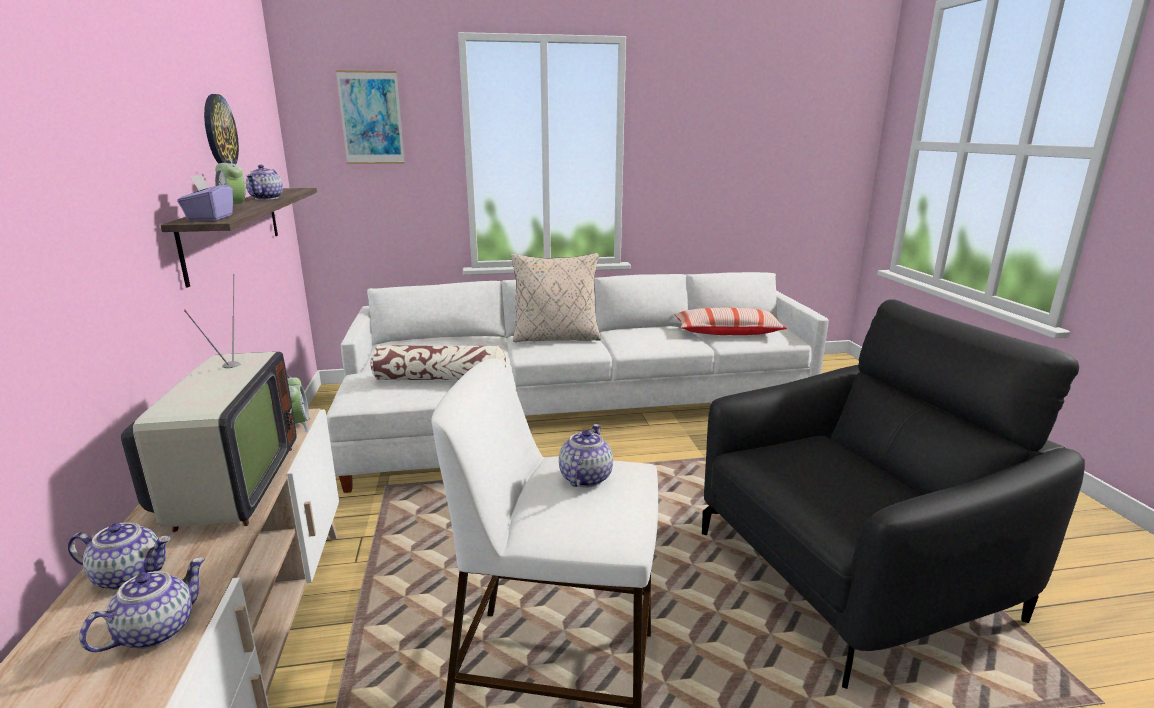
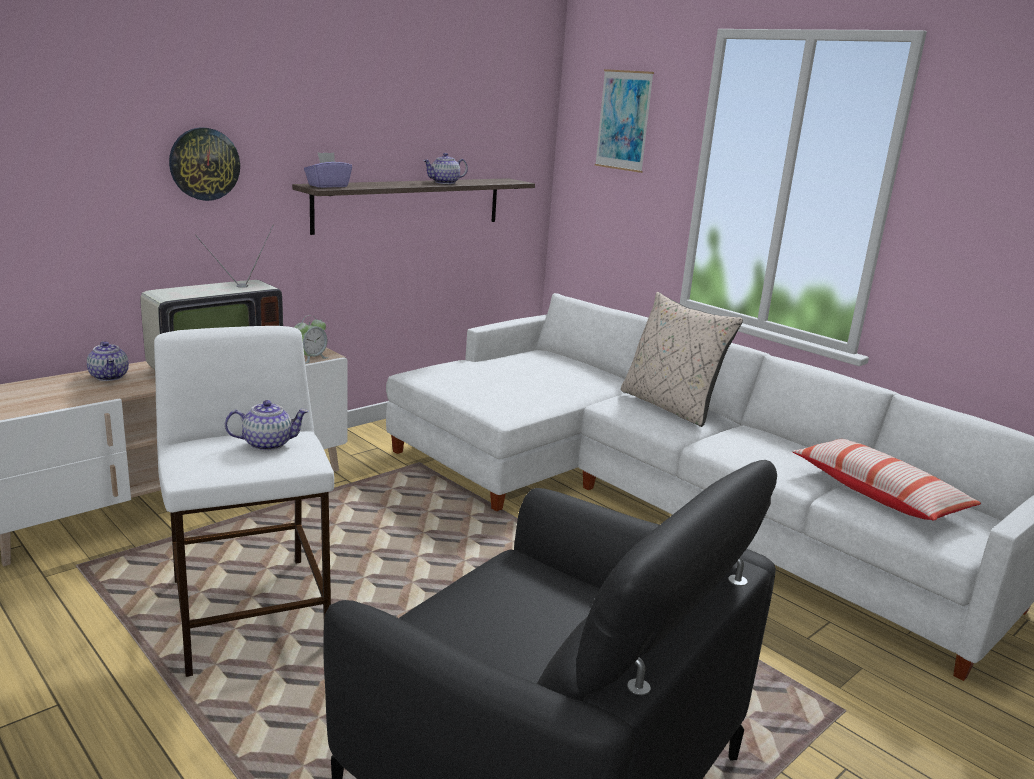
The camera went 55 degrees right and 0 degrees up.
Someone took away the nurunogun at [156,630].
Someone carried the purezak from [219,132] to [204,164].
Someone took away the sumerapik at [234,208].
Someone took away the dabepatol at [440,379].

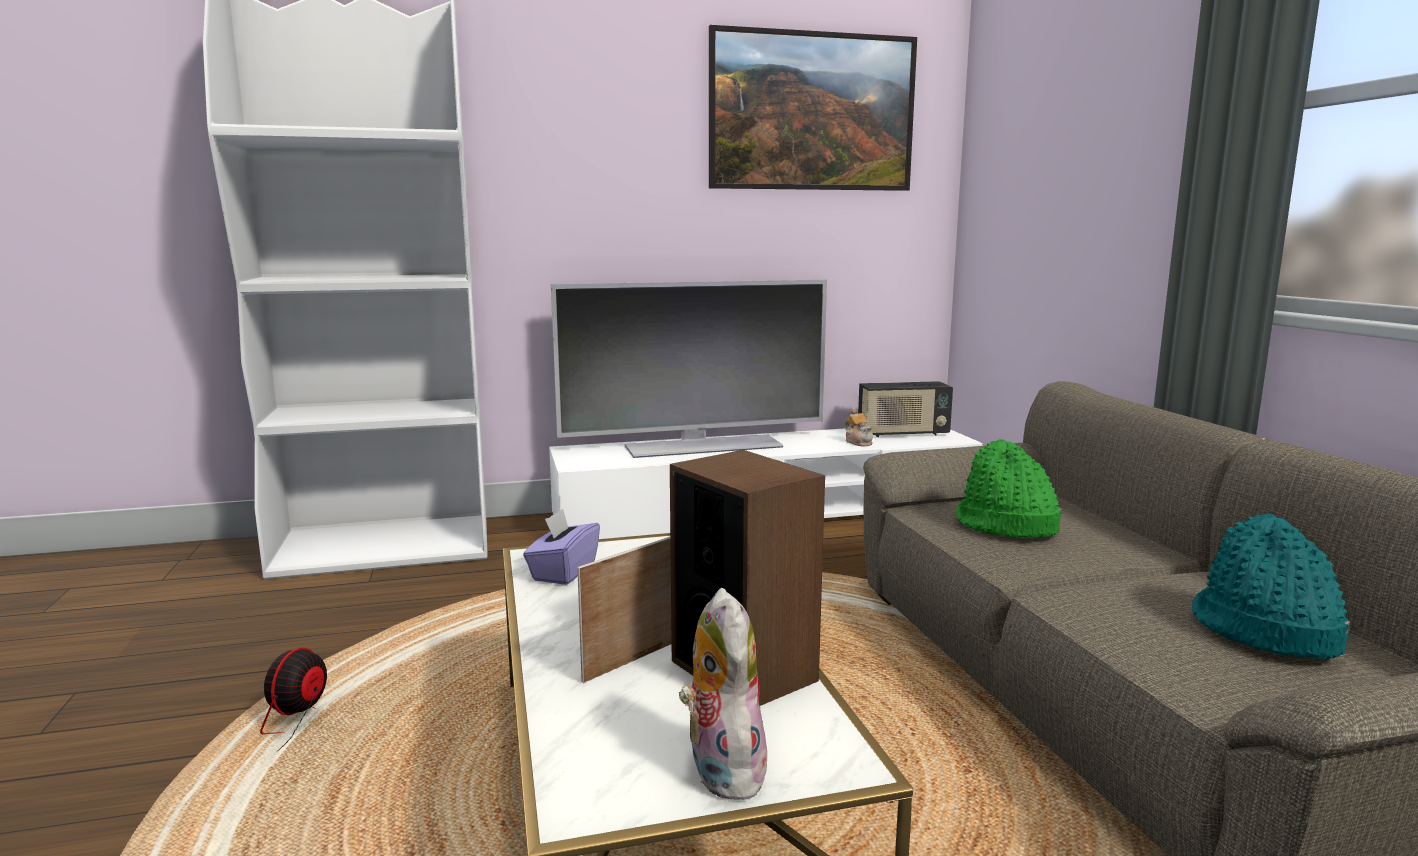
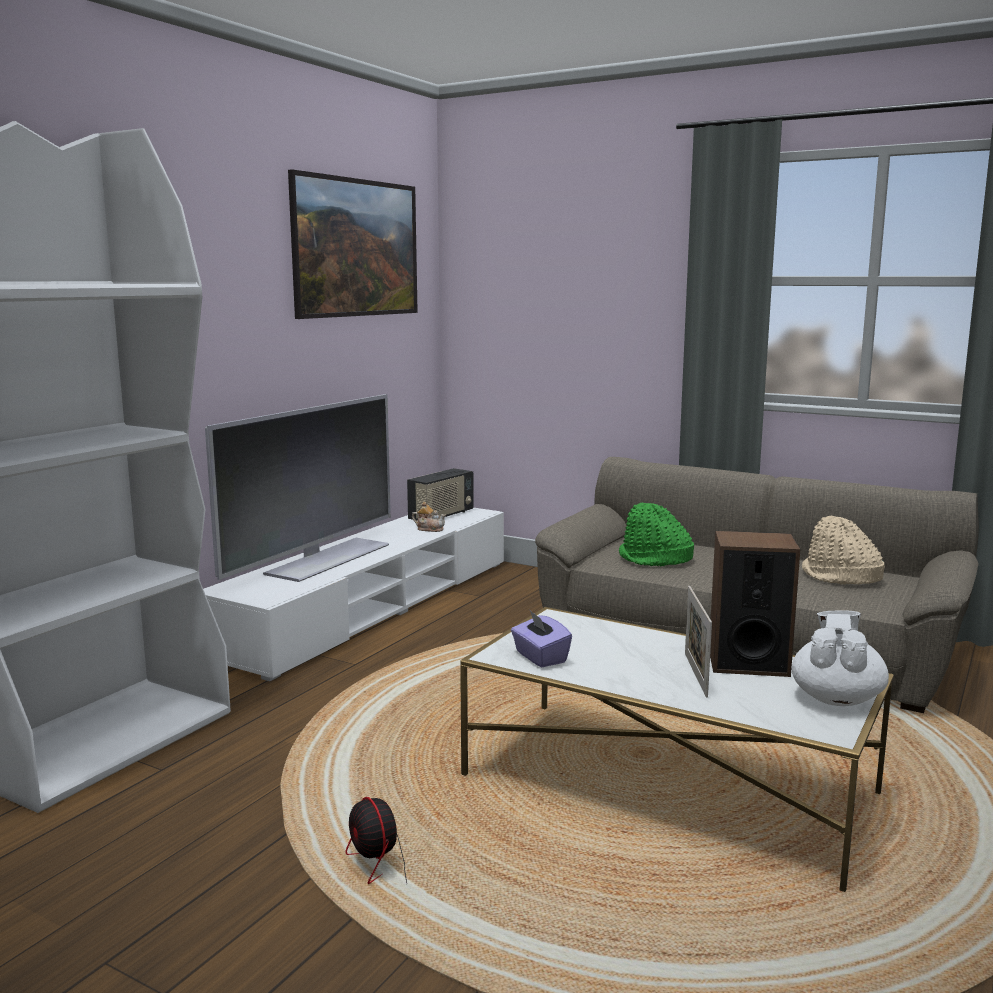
The camera went 45 degrees left and 0 degrees up.
Someone swapped the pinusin at [720,769] for the white nurunogun at [836,698].
Someone repainted the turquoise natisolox at [1262,631], which became the beige natisolox at [840,577].

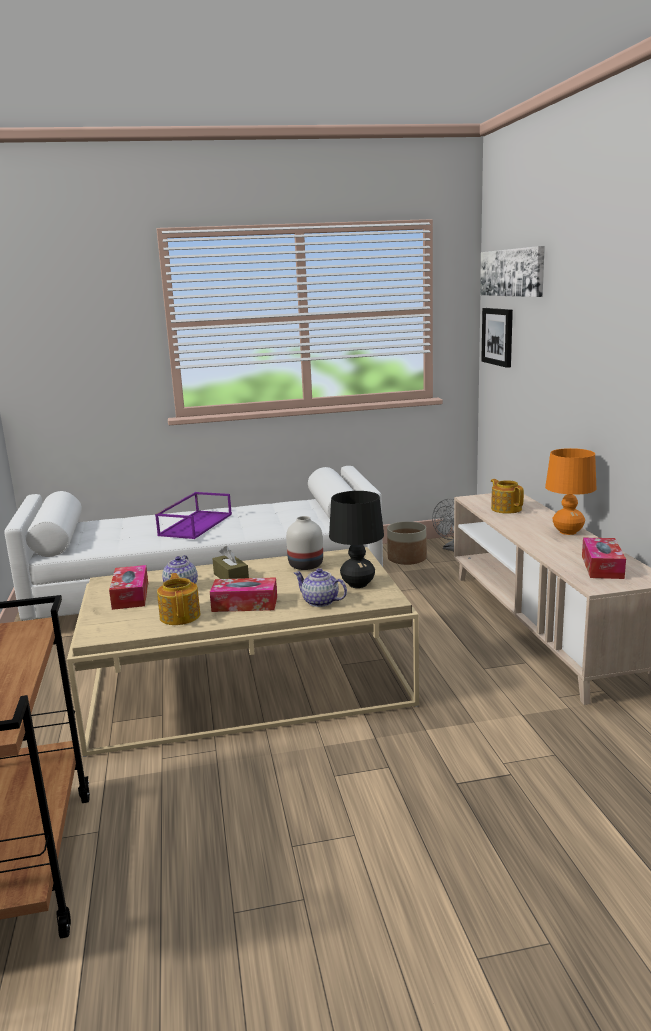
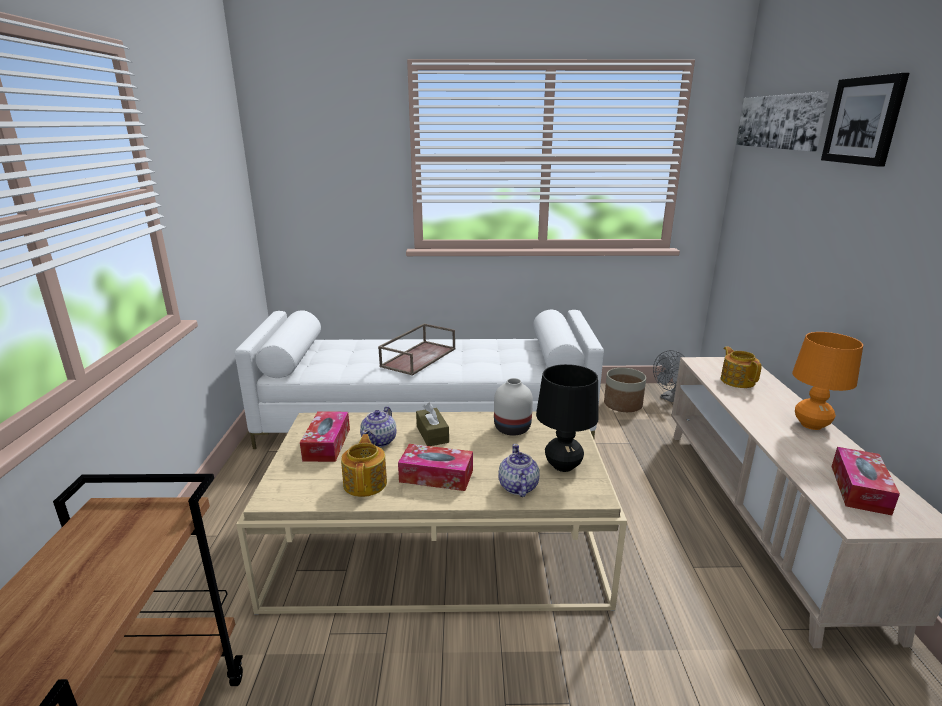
The camera went 10 degrees right and 5 degrees up.
Someone repainted the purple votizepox at [195,524], which became the brown votizepox at [418,357].
Someone rotated the nurunogun at [320,602] by 45 degrees clockwise.
Someone carried the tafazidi from [498,336] to [864,120].

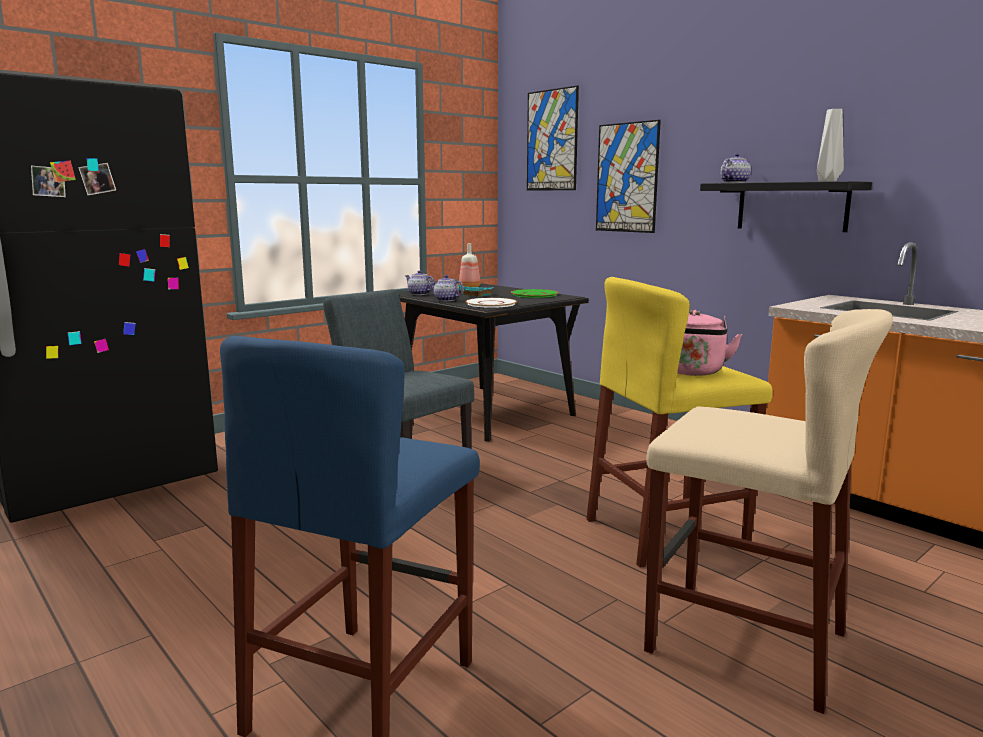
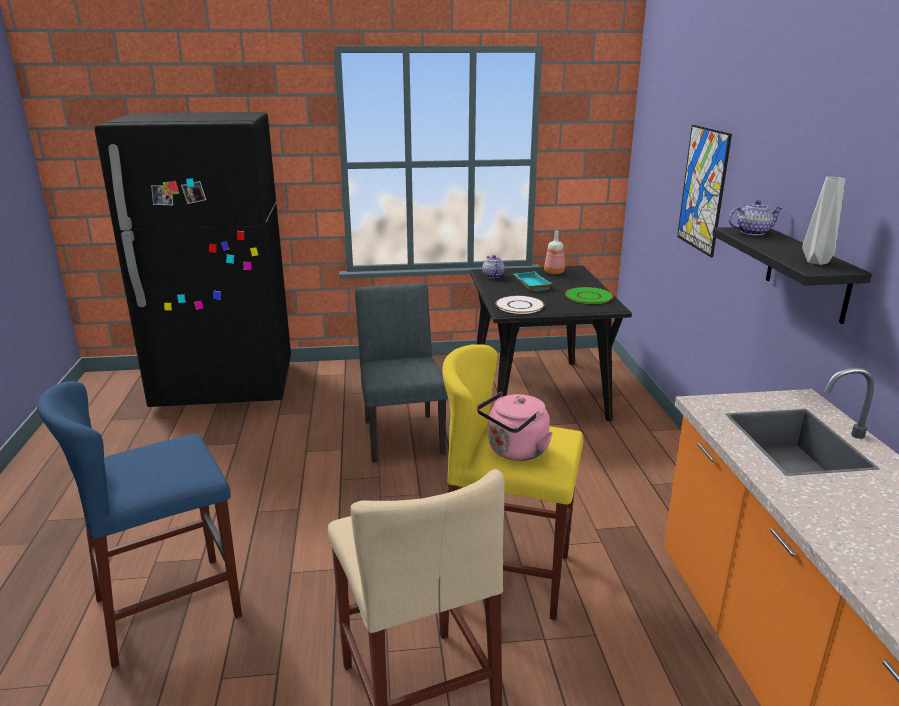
The camera went 35 degrees right and 10 degrees up.
Someone took away the nurunogun at [445,300].
Someone took away the tafazidi at [552,140].

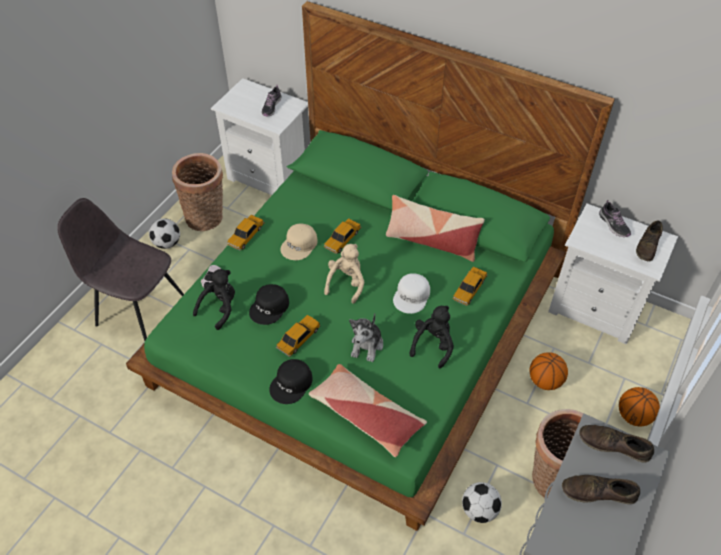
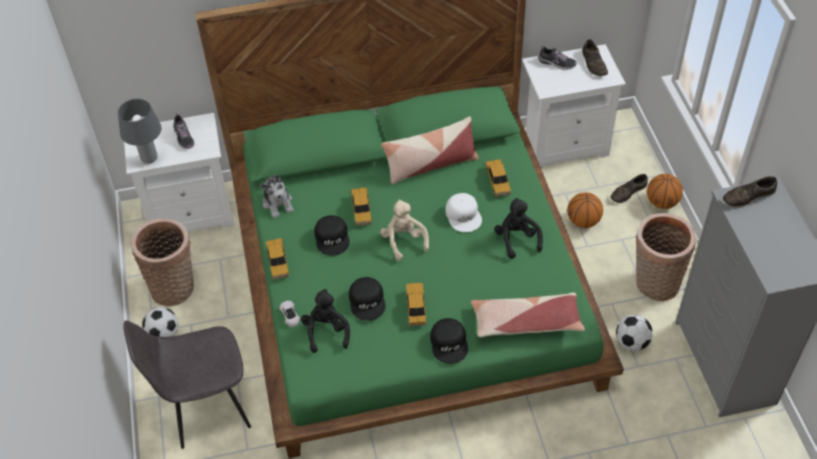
The camera went 40 degrees left and 0 degrees up.
Someone repainted the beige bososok at [299,245], which became the black bososok at [332,238].
Someone carried the pinusin from [367,345] to [278,203].
Someone carried the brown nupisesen from [598,492] to [628,192].
Someone put down the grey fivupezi at [149,158].

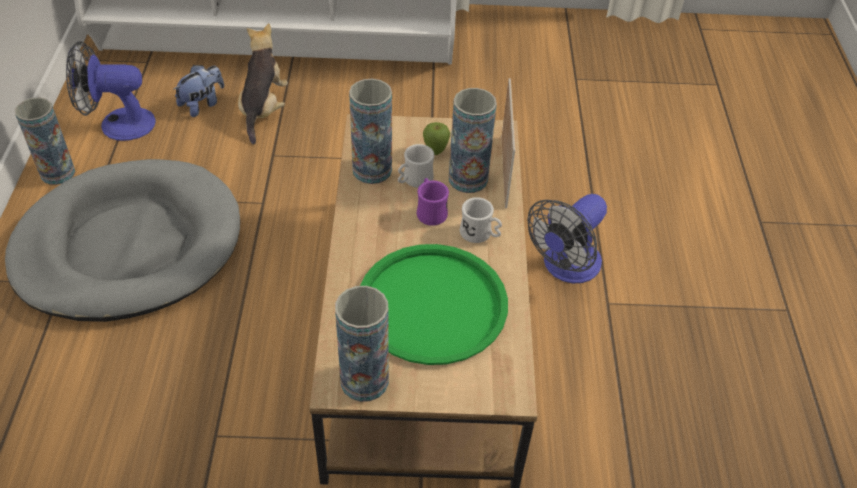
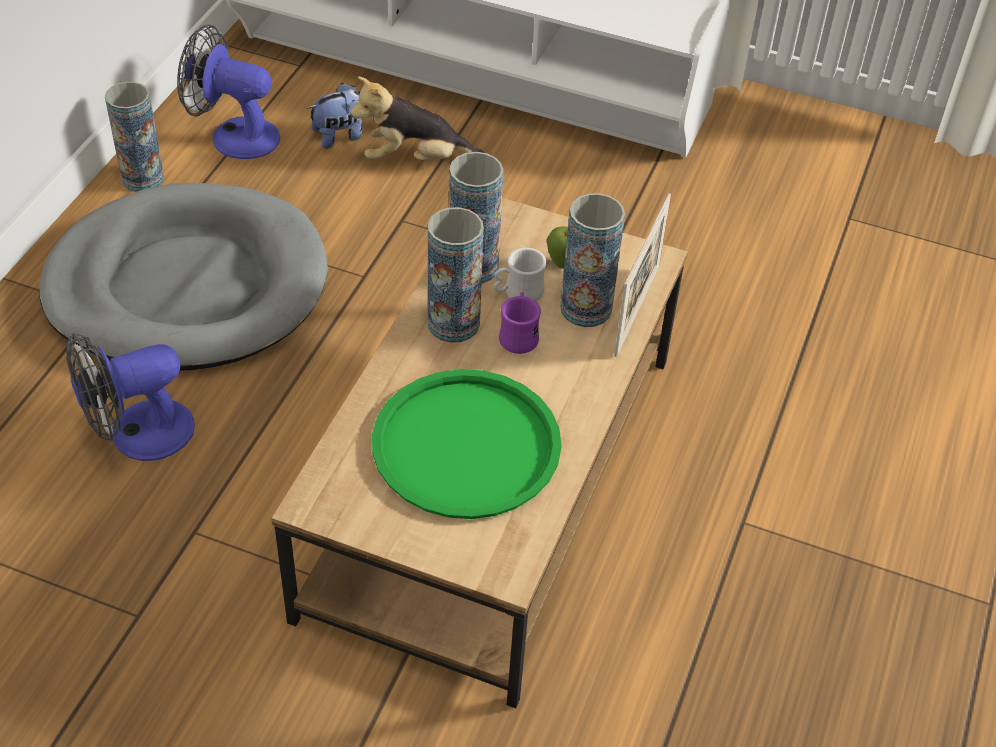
The camera went 20 degrees right and 0 degrees up.
Someone rotated the pinusin at [263,109] by 120 degrees counterclockwise.
Someone carried the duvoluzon from [364,381] to [453,323].
Someone took away the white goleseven at [480,234].
Someone carried the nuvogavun from [566,267] to [137,435].

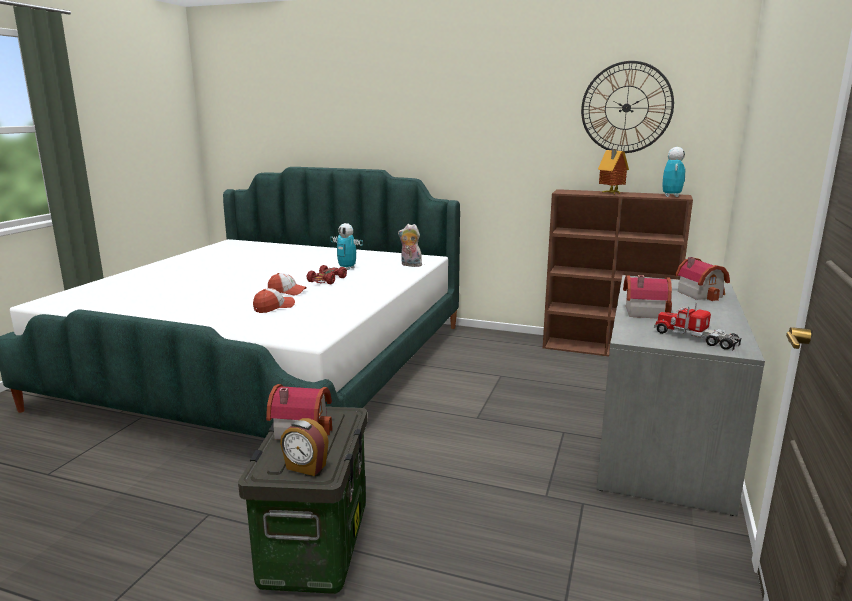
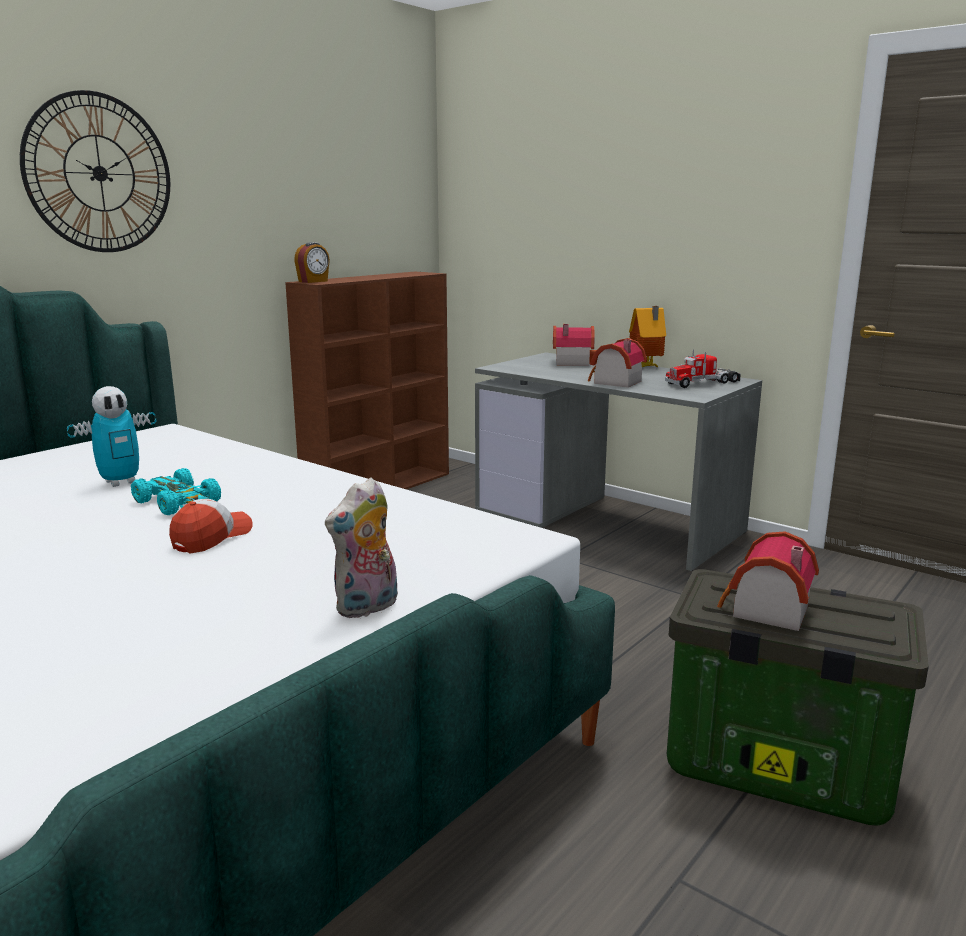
The camera went 70 degrees left and 0 degrees up.
Someone took away the bososok at [274,307].
Someone carried the sumerapik from [305,467] to [313,281].
Someone repainted the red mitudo at [327,280], which became the turquoise mitudo at [178,502].
Someone carried the pinusin from [410,265] to [368,608].
Someone carried the purezak from [626,107] to [99,173].
Someone carried the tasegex from [610,194] to [646,368].
Someone took away the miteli at [671,196].

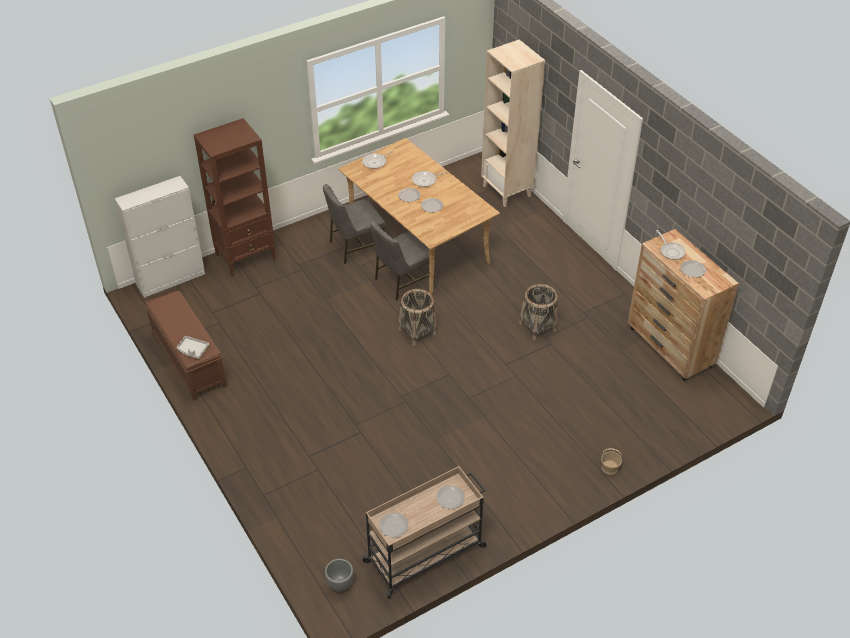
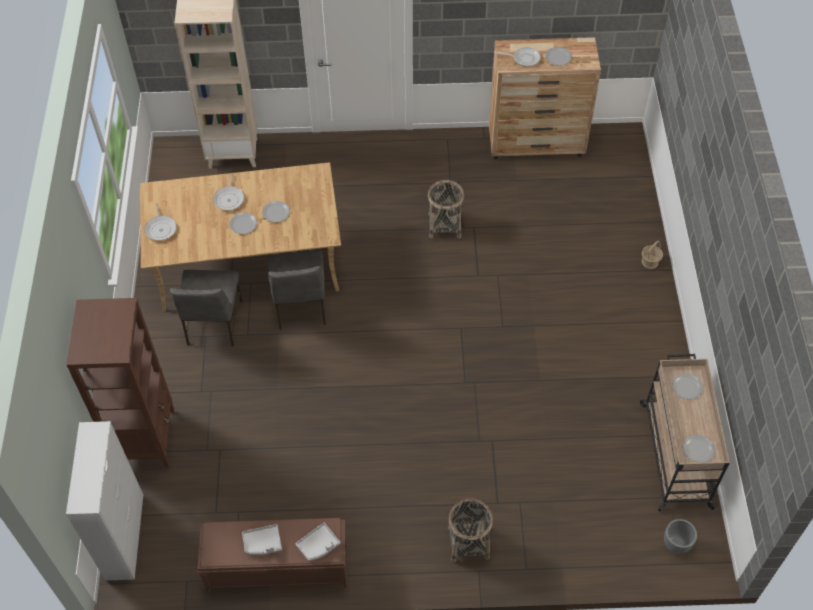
The camera went 60 degrees left and 10 degrees up.
Someone carried the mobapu from [417,331] to [468,542].
Someone put down the grey votizepox at [262,543].

